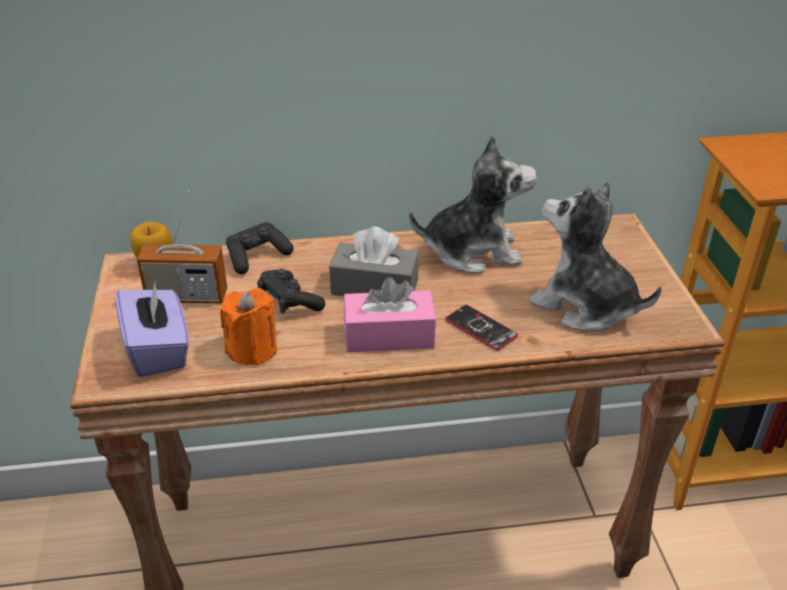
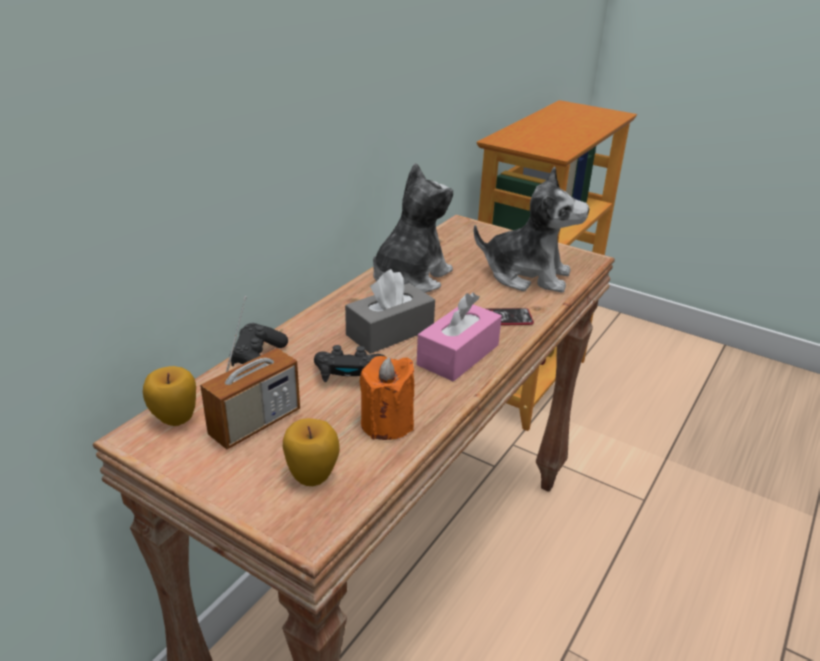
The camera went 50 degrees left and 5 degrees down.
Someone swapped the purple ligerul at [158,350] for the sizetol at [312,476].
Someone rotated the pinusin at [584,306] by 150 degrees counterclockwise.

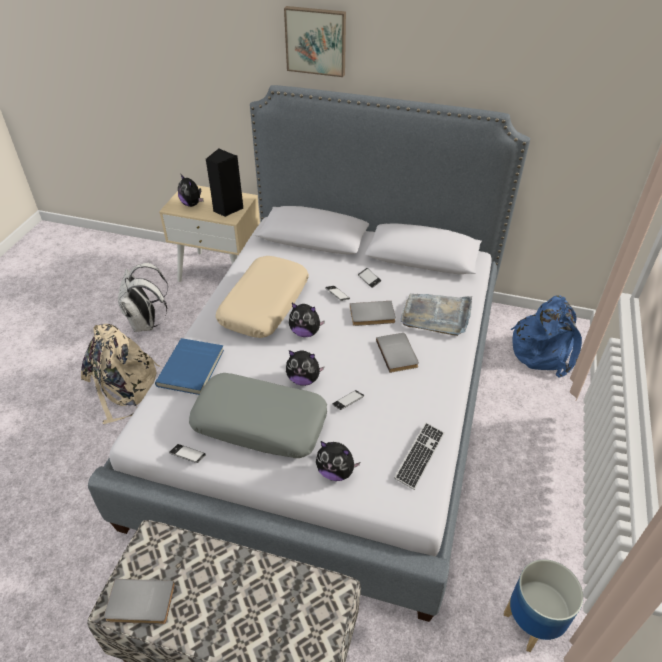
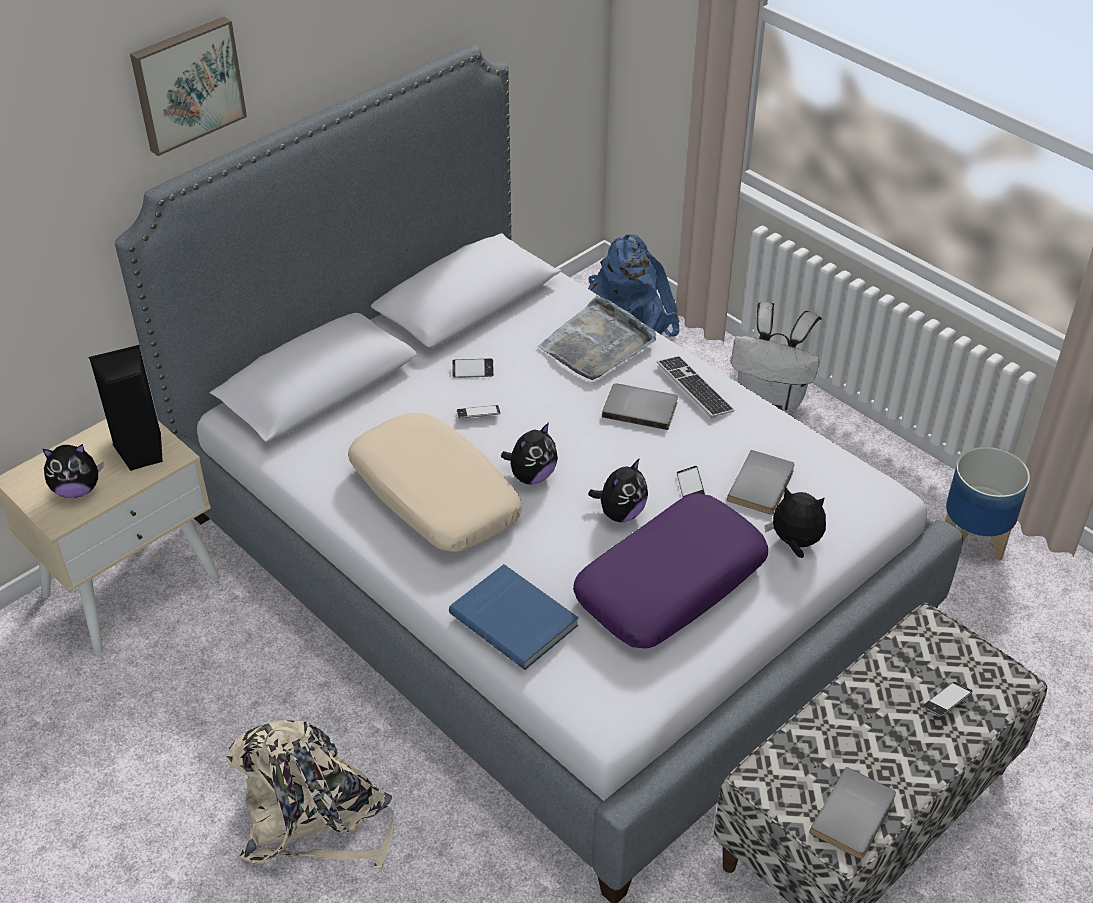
The camera went 60 degrees left and 0 degrees up.
Someone carried the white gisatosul from [147,323] to [772,402].
Someone carried the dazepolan from [188,455] to [946,702].
Someone repainted the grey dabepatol at [260,423], which became the purple dabepatol at [670,583].
Someone rotated the pinusin at [336,472] by 120 degrees counterclockwise.
Someone carried the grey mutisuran from [372,315] to [763,485].
Someone carried the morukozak from [419,456] to [694,388].

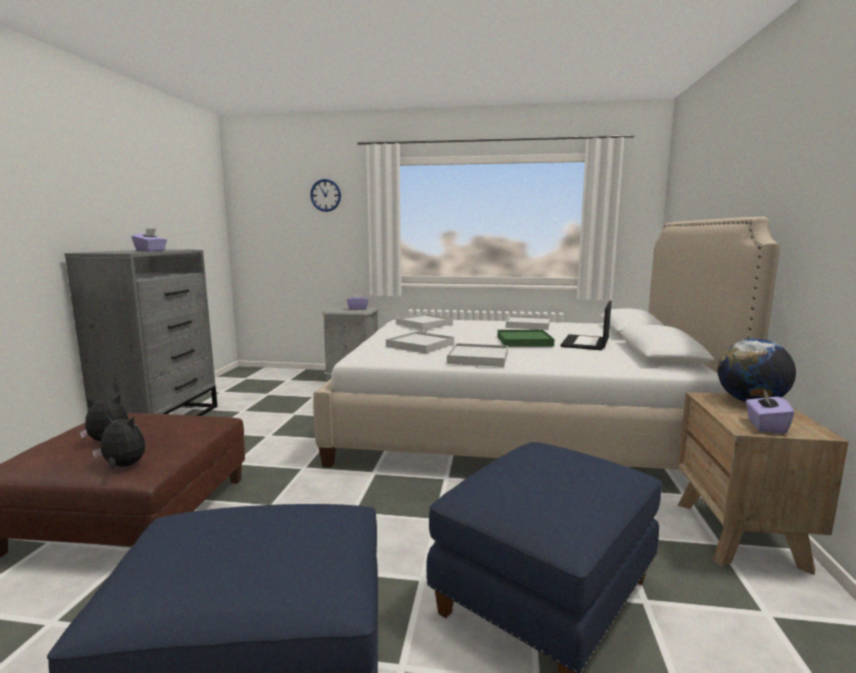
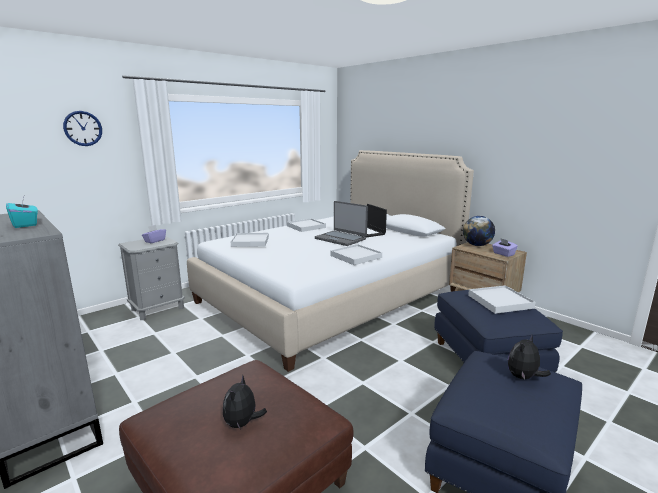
The camera went 50 degrees left and 5 degrees up.
Someone carried the pinusin from [123,466] to [523,377].
Someone repainted the purple ligerul at [151,251], which became the turquoise ligerul at [25,224].
Someone carried the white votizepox from [420,345] to [500,301].
Someone swapped the green votizepox at [524,341] for the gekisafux at [340,239].

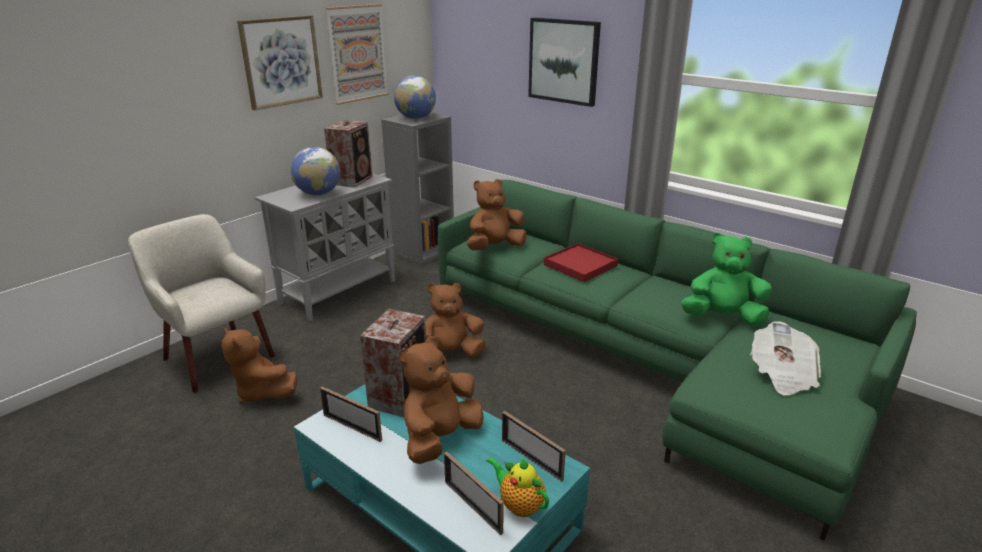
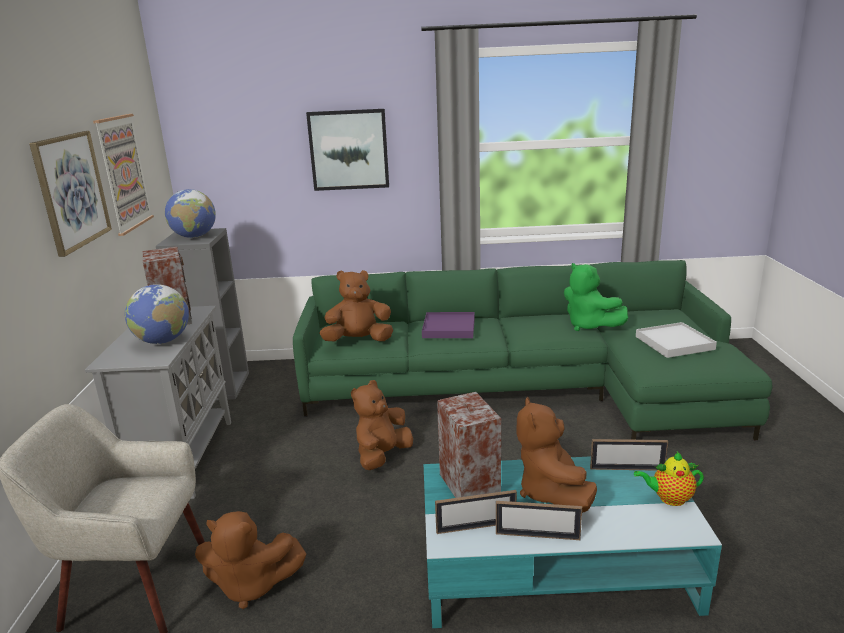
The camera went 40 degrees left and 5 degrees down.
Someone carried the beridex from [472,507] to [537,536].
Someone rotated the brown pinusin at [495,247] by 60 degrees clockwise.
Someone repainted the red votizepox at [580,265], which became the purple votizepox at [448,328].
Someone rotated the green pinusin at [722,317] by 90 degrees counterclockwise.
Someone swapped the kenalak at [782,374] for the white votizepox at [674,343].

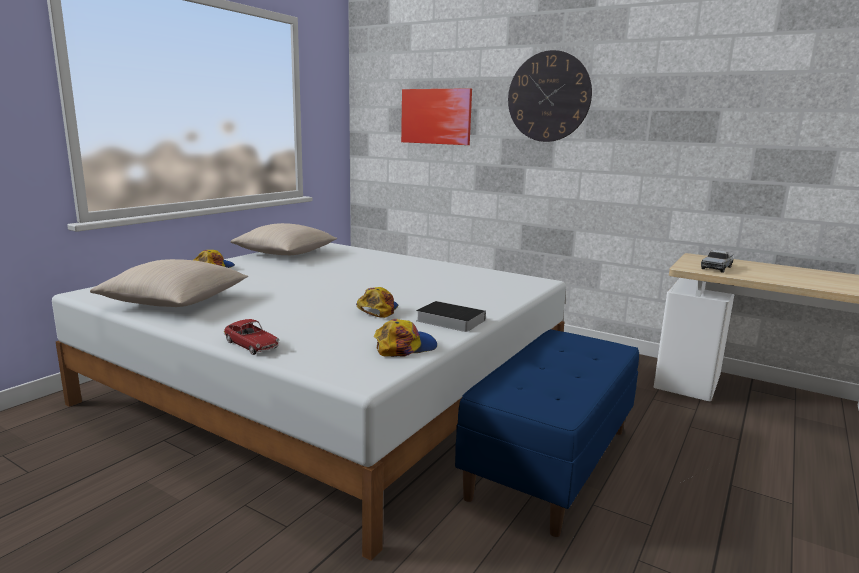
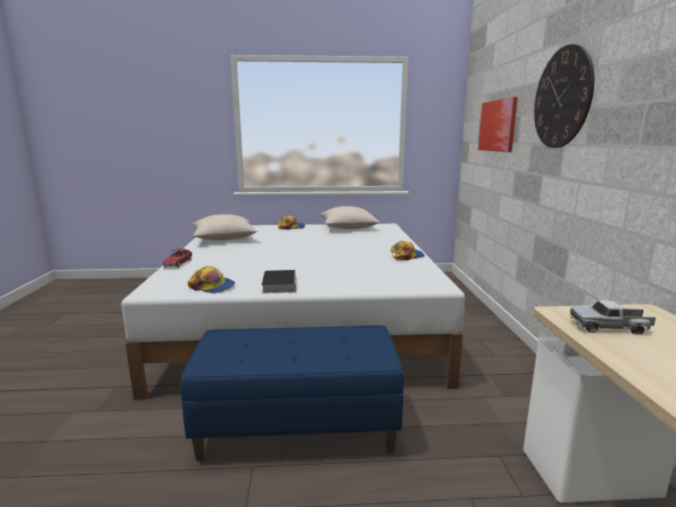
The camera went 55 degrees right and 0 degrees up.
Someone carried the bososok from [377,309] to [406,256].

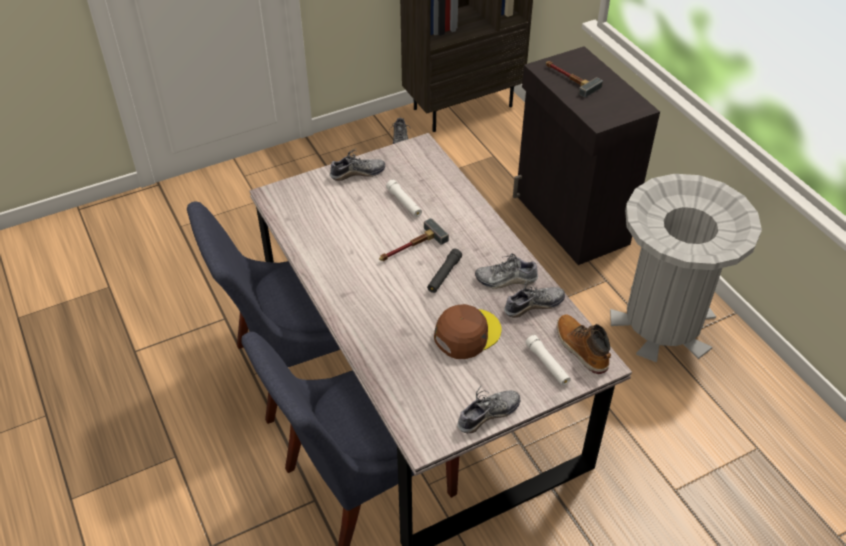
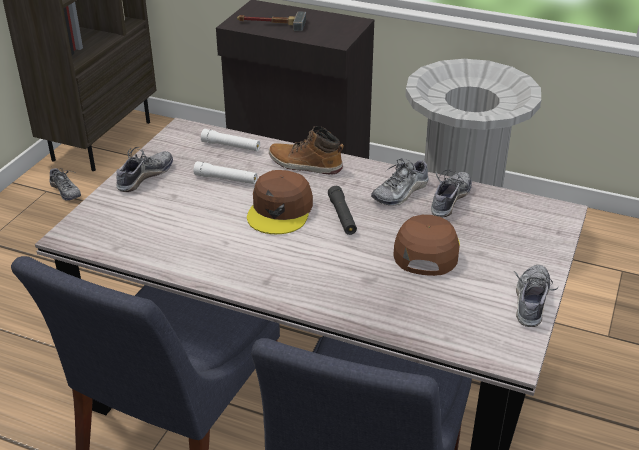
The camera went 40 degrees left and 10 degrees down.
Someone swapped the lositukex at [410,247] for the brown bososok at [280,210].
Someone carried the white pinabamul from [547,364] to [231,146].
Someone carried the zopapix from [580,348] to [305,165].

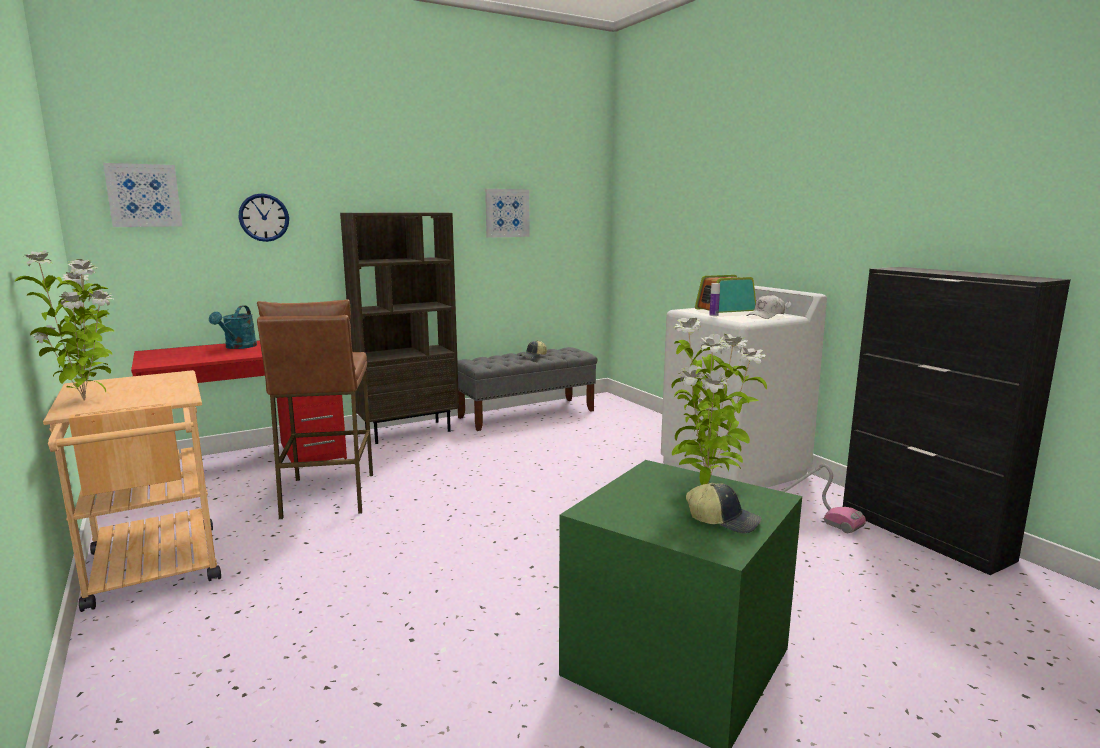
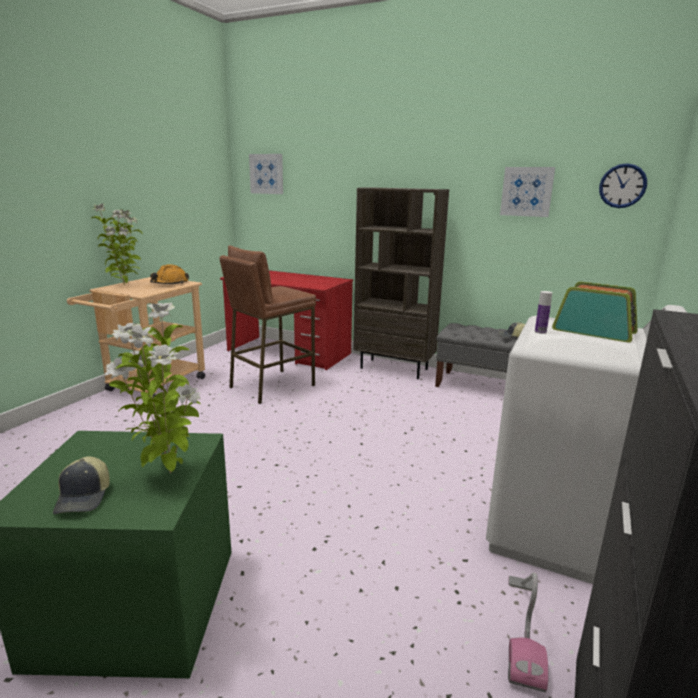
The camera went 55 degrees right and 5 degrees up.
Someone took away the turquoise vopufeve at [238,347].
Someone carried the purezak from [264,217] to [622,186].
Someone took away the white bososok at [766,316].
Someone put down the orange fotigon at [170,284].

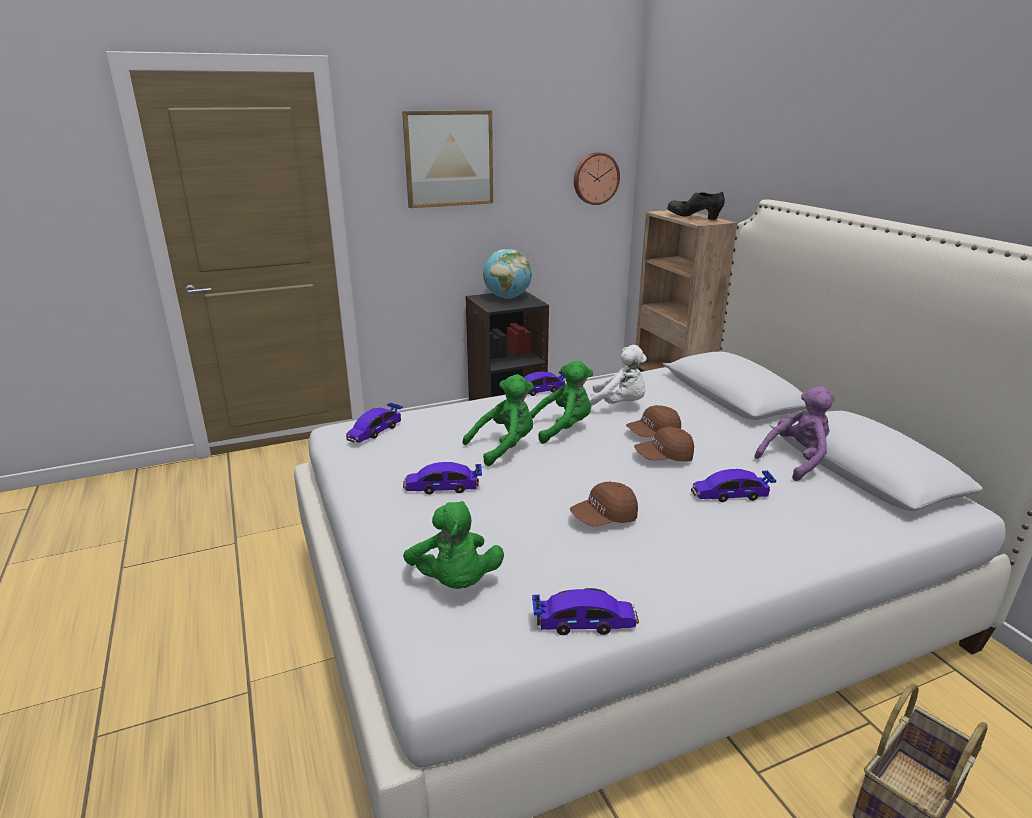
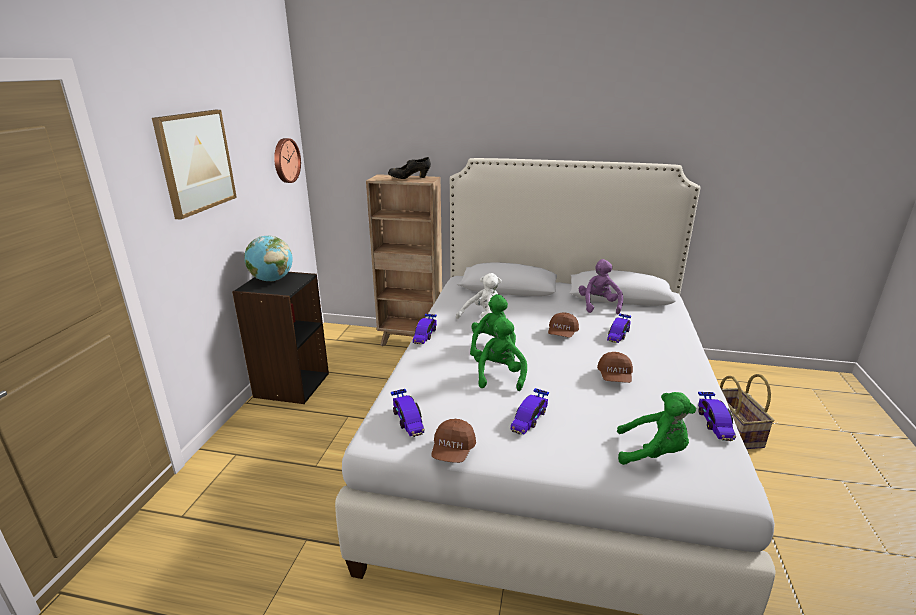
The camera went 55 degrees left and 0 degrees up.
Someone rotated the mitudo at [584,622] by 150 degrees clockwise.
Someone carried the brown bososok from [653,434] to [453,451].

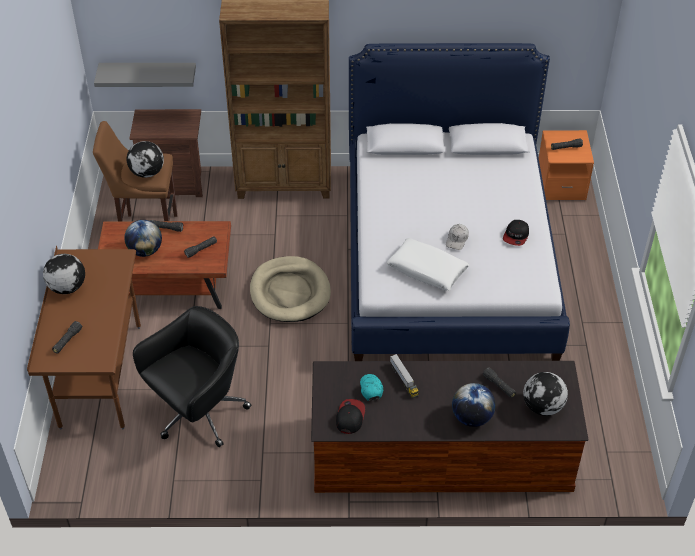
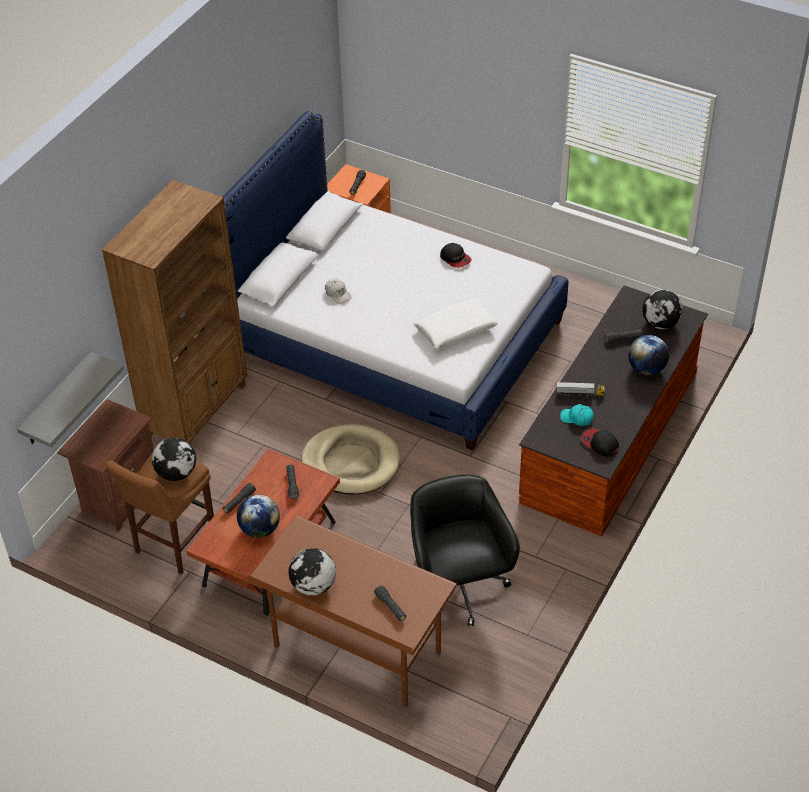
The camera went 60 degrees left and 0 degrees up.
Someone carried the white bososok from [457,239] to [338,294].

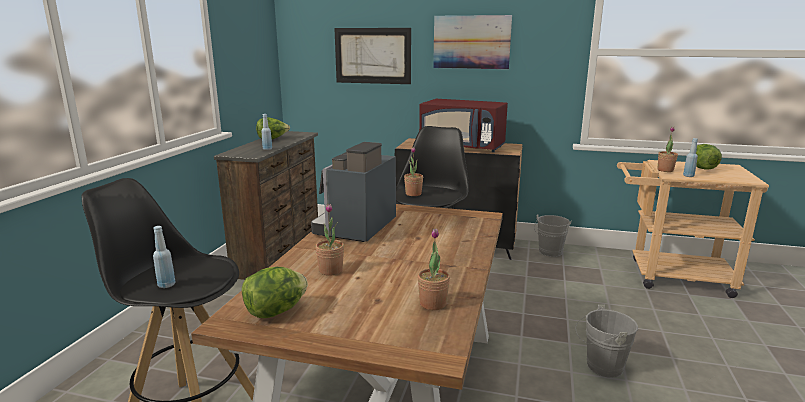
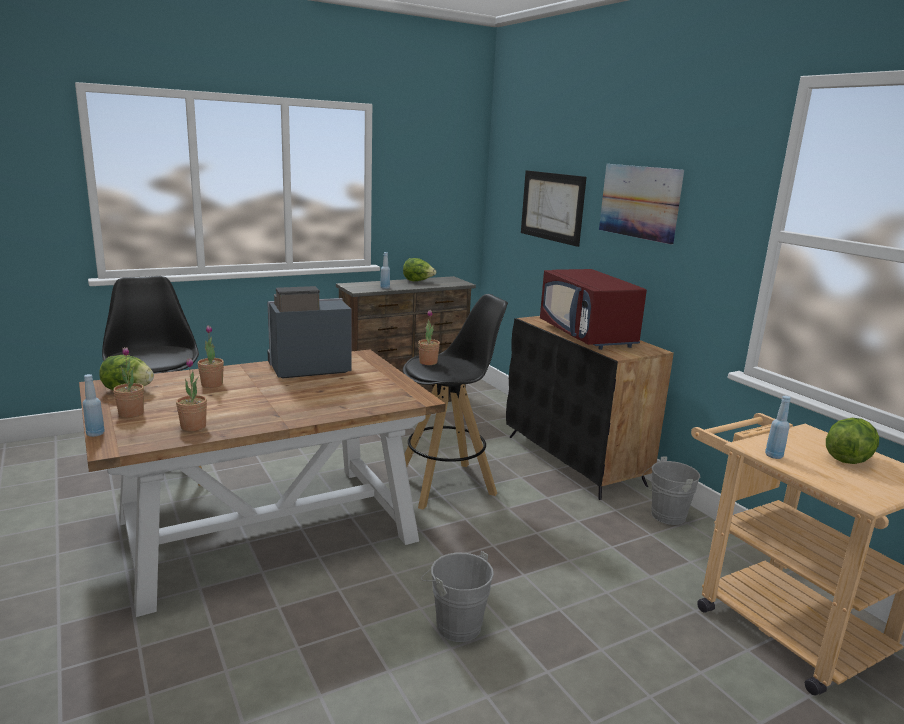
The camera went 45 degrees right and 0 degrees up.
Someone carried the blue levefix from [166,285] to [95,434].
Someone carried the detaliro from [665,170] to [131,413].

